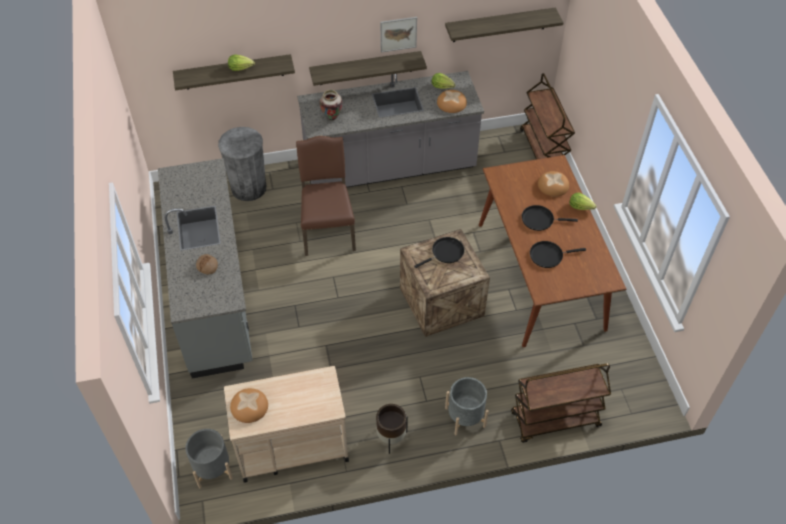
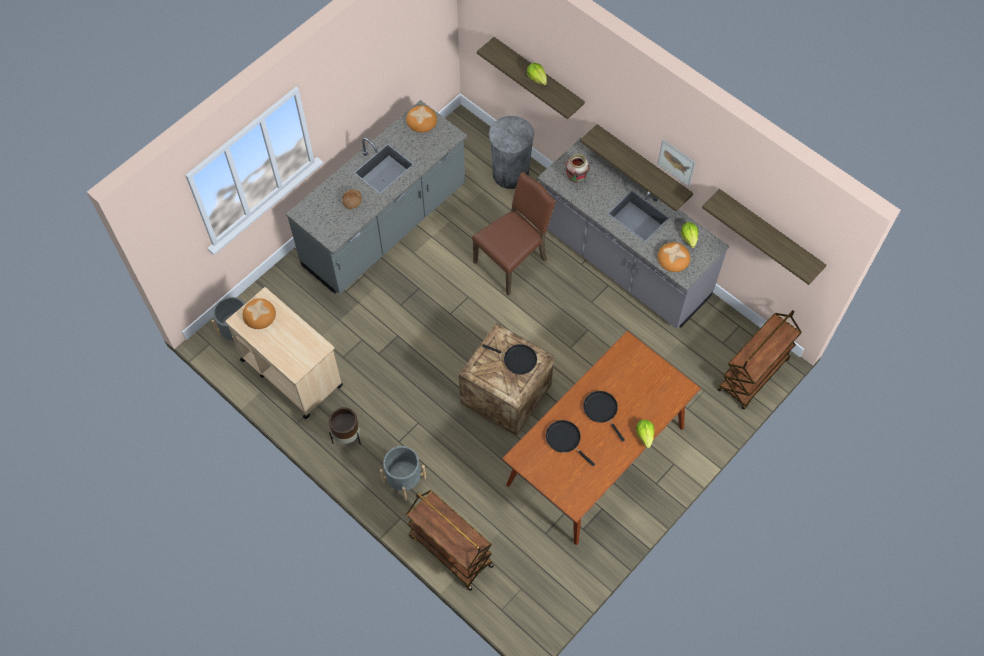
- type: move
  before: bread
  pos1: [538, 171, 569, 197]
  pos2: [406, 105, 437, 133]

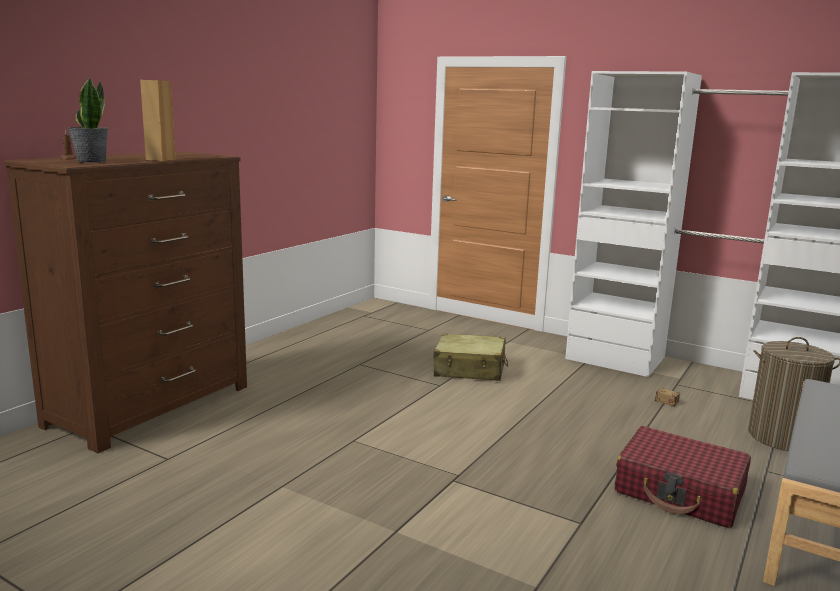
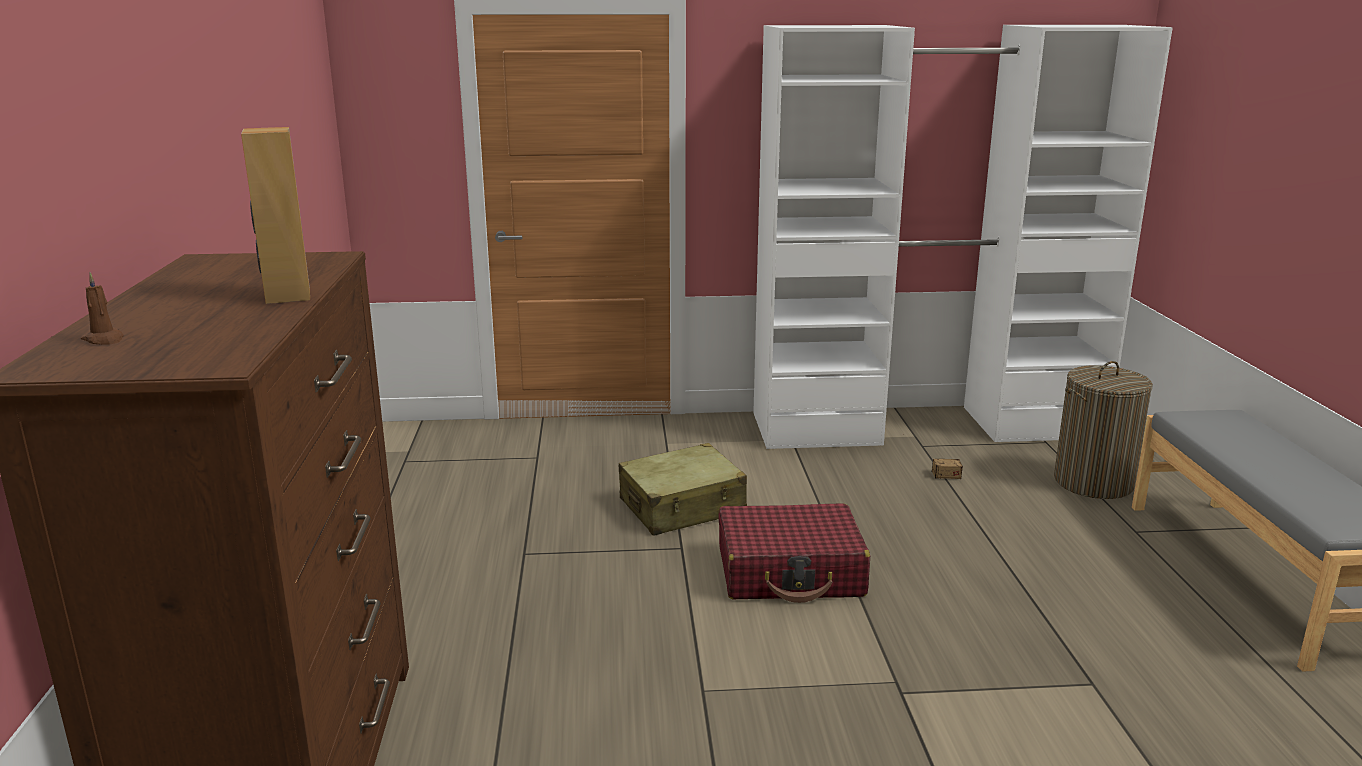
- type: delete
  before: potted plant
  pos1: [69, 77, 109, 163]
- type: move
  before: suitcase (red)
  pos1: [615, 426, 751, 528]
  pos2: [719, 503, 870, 603]

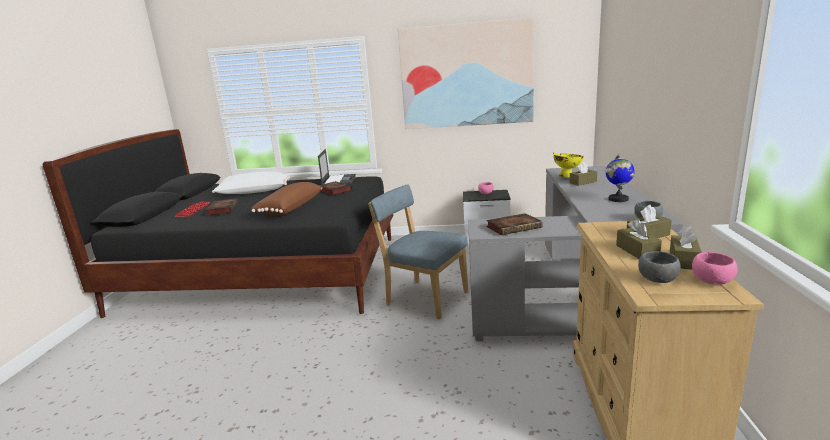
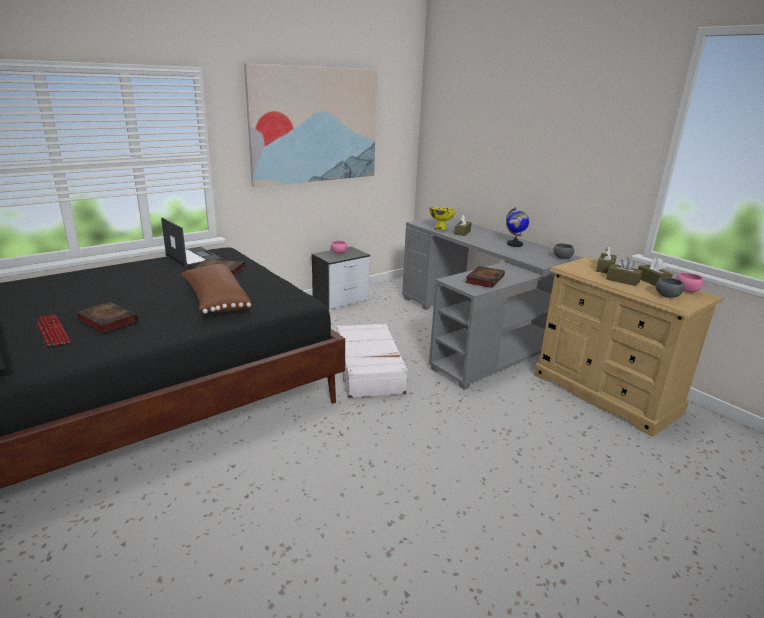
- type: delete
  before: pillow (white)
  pos1: [212, 172, 290, 194]
- type: replace
  before: chair (blue)
  after: suitcase (white)
  pos1: [368, 184, 468, 319]
  pos2: [336, 323, 409, 398]

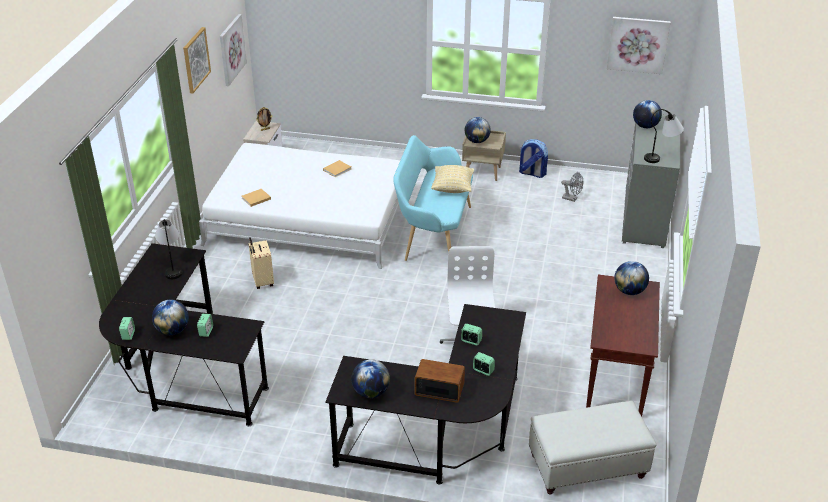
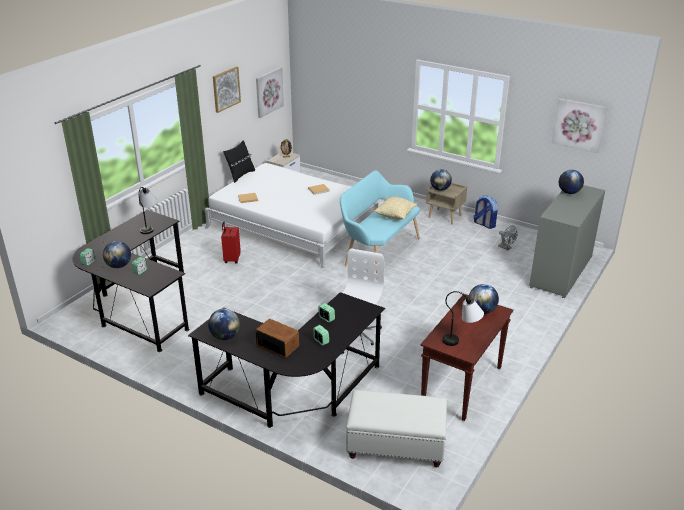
- type: recolor
  before: suitcase (beige)
  after: suitcase (red)
  pos1: [249, 237, 274, 289]
  pos2: [221, 222, 241, 263]
- type: move
  before: table lamp
  pos1: [644, 109, 684, 163]
  pos2: [442, 291, 484, 346]
- type: insert
  after: pillow (black)
  pos2: [223, 140, 255, 183]

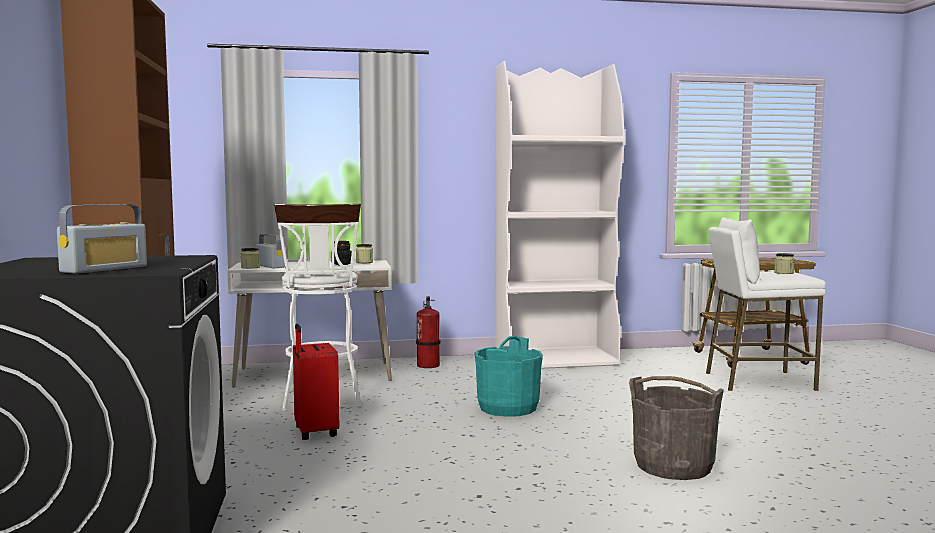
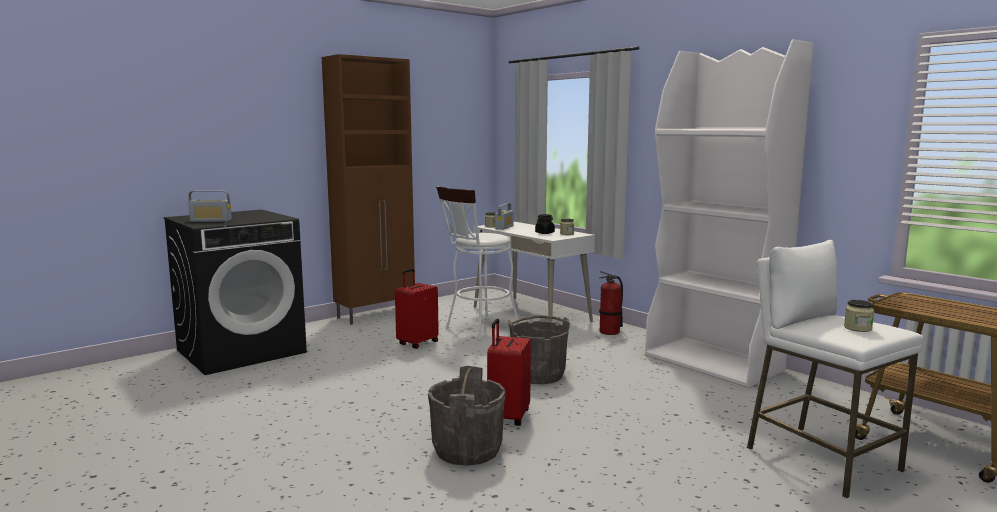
- type: recolor
  before: bucket (turquoise)
  after: bucket (grey)
  pos1: [475, 336, 543, 417]
  pos2: [508, 315, 570, 384]
- type: insert
  after: suitcase (red)
  pos2: [487, 319, 531, 426]

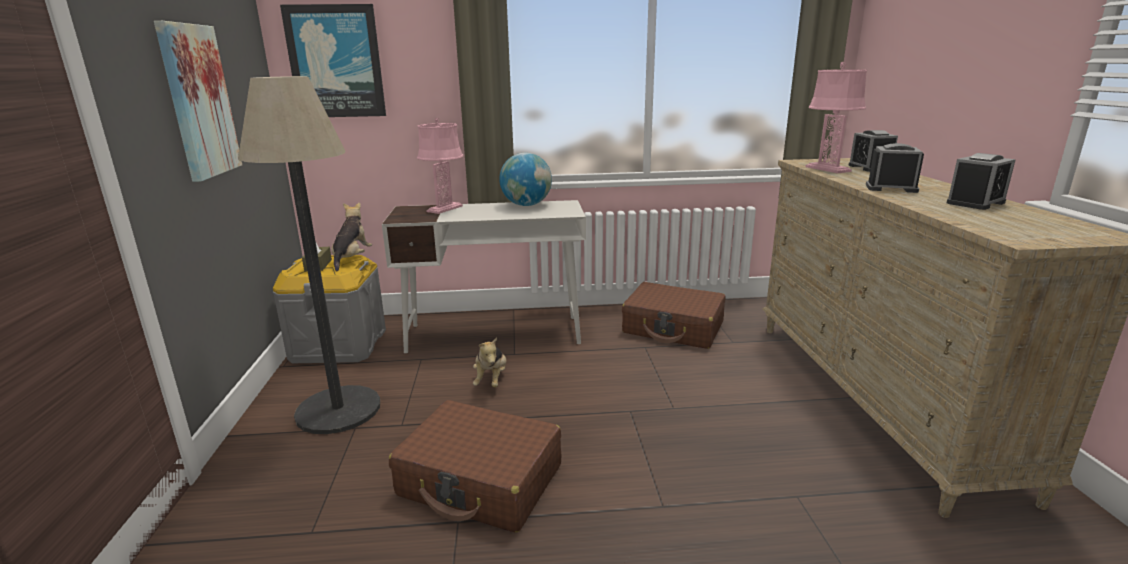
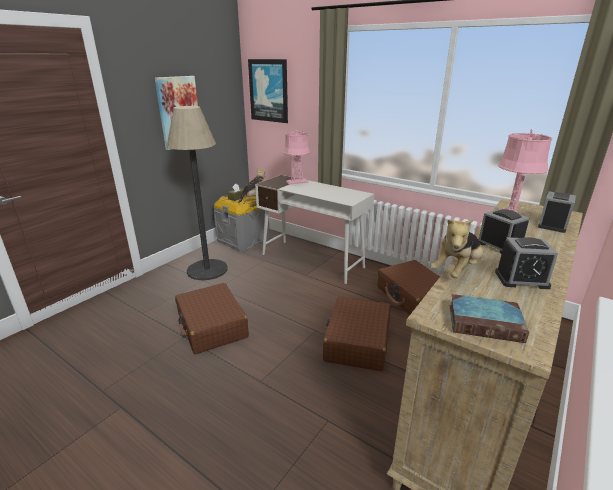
- type: move
  before: plush toy
  pos1: [473, 338, 506, 387]
  pos2: [430, 218, 483, 278]
- type: delete
  before: globe
  pos1: [499, 153, 552, 206]
- type: insert
  after: suitcase (brown)
  pos2: [323, 297, 390, 371]
- type: insert
  after: book
  pos2: [450, 294, 529, 343]

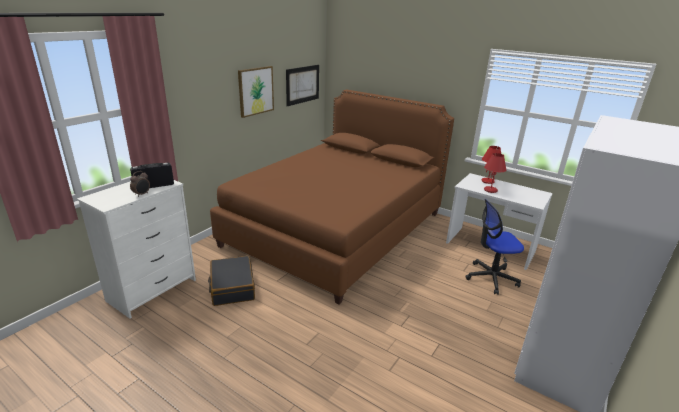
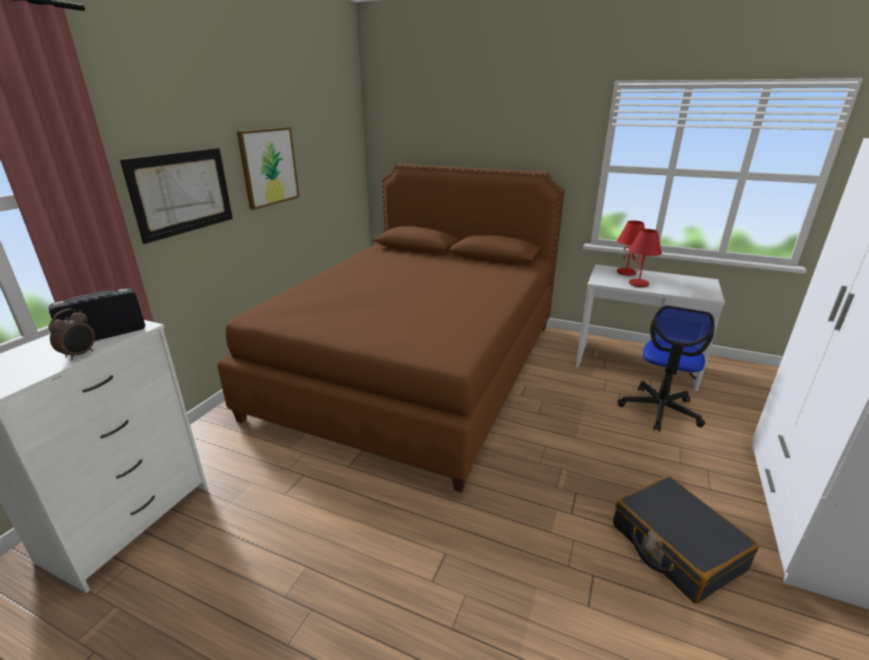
- type: move
  before: suitcase (black)
  pos1: [208, 256, 255, 306]
  pos2: [613, 476, 759, 604]
- type: move
  before: picture
  pos1: [286, 65, 319, 106]
  pos2: [120, 148, 233, 244]
- type: rotate
  before: office chair
  pos1: [465, 199, 524, 295]
  pos2: [617, 305, 714, 432]
  turn: -45

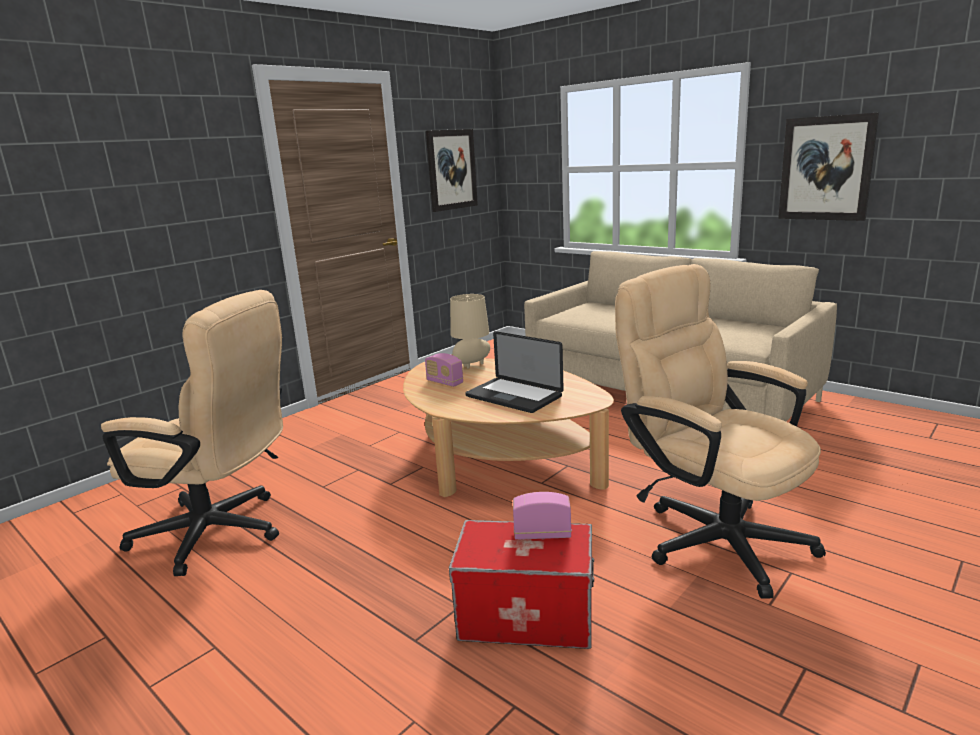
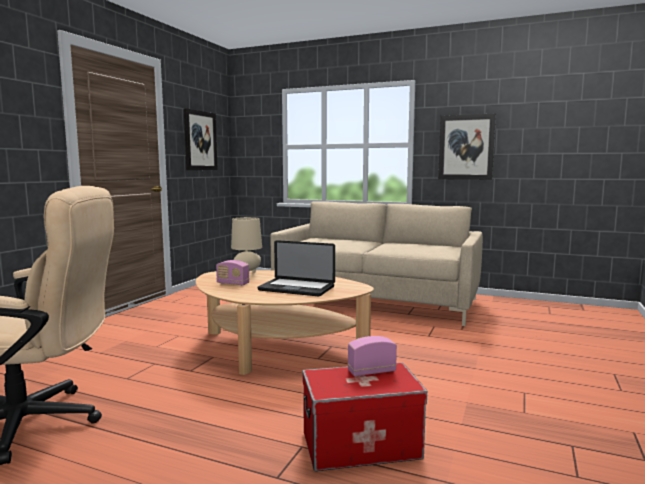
- type: delete
  before: office chair (beige)
  pos1: [615, 264, 826, 599]

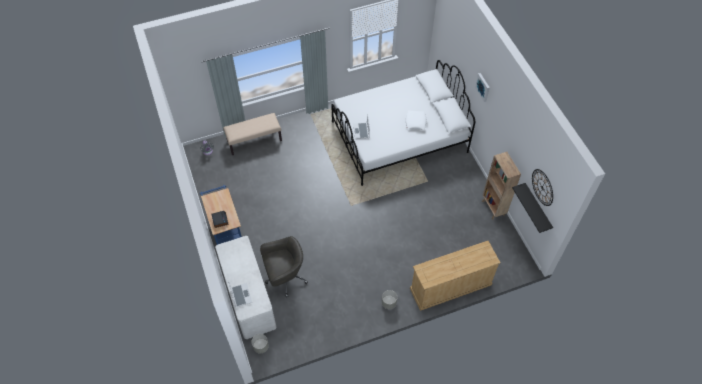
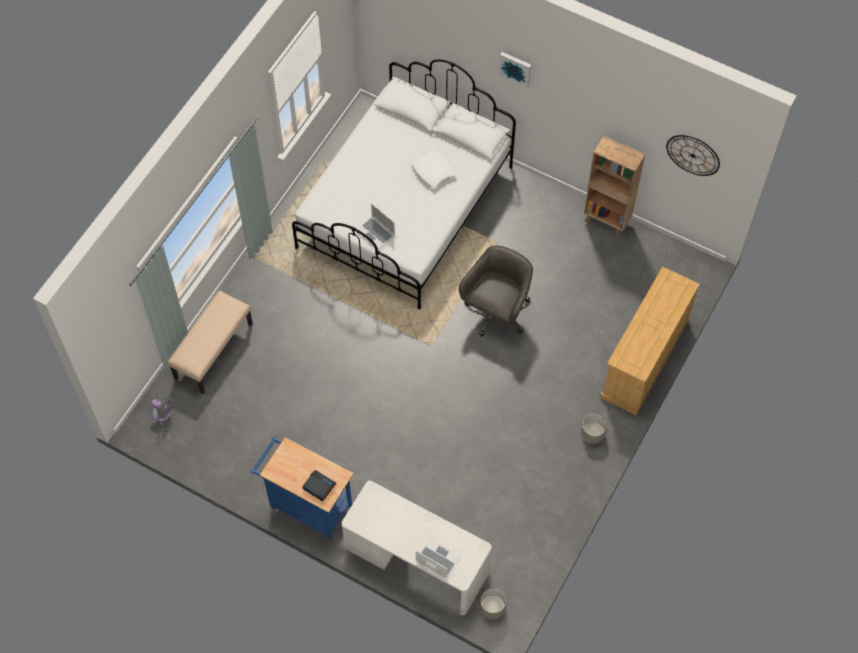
- type: move
  before: office chair (grey)
  pos1: [260, 236, 308, 297]
  pos2: [459, 246, 533, 337]
- type: delete
  before: shelf (black)
  pos1: [512, 183, 553, 233]

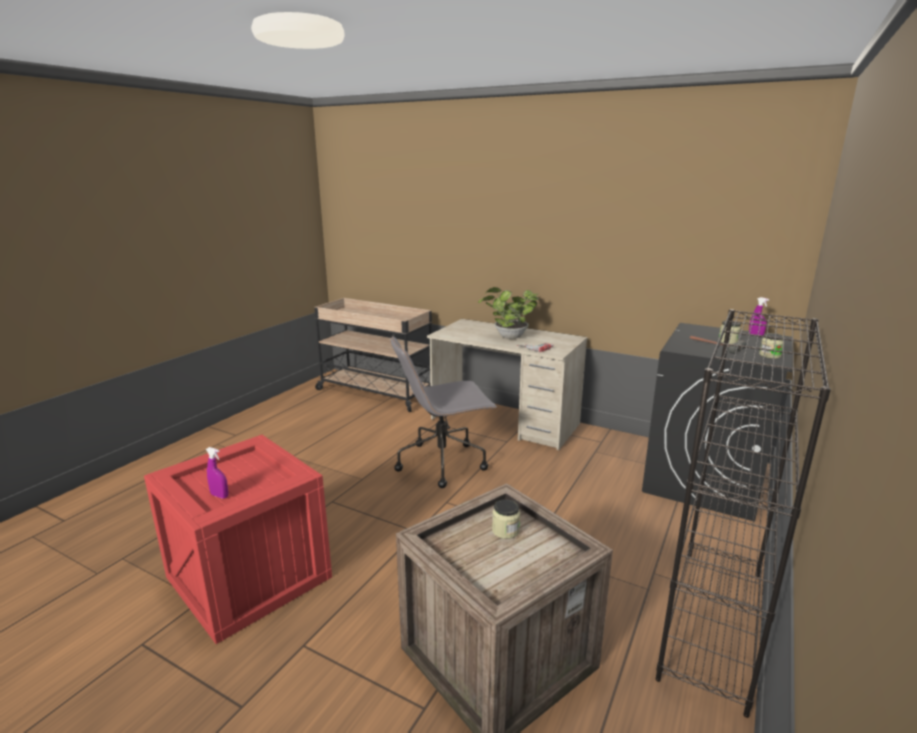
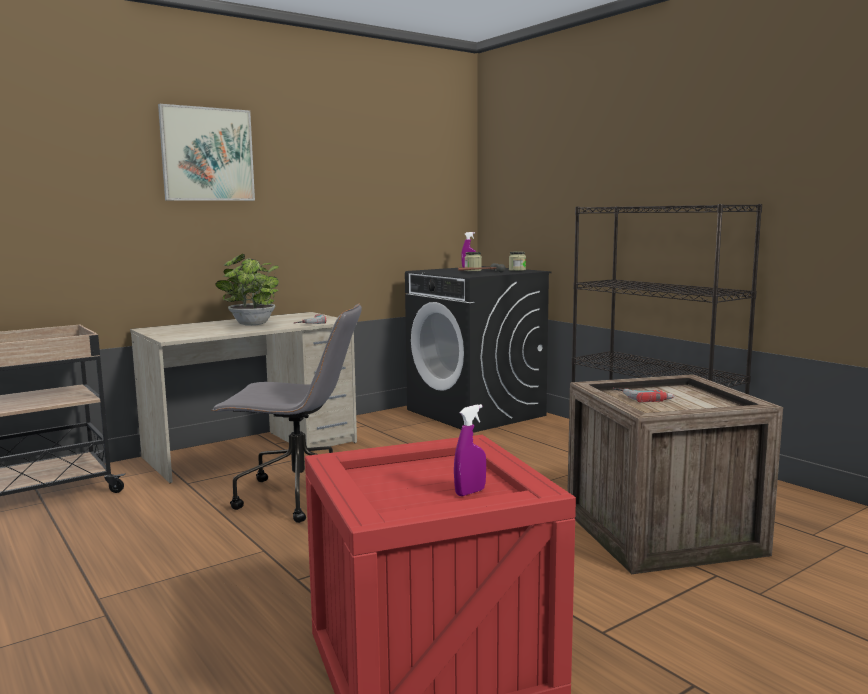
- type: rotate
  before: office chair (grey)
  pos1: [391, 336, 497, 488]
  pos2: [211, 303, 362, 523]
  turn: -90
- type: replace
  before: jar
  after: power drill
  pos1: [492, 499, 520, 539]
  pos2: [613, 388, 675, 402]
- type: insert
  after: picture
  pos2: [158, 104, 255, 201]

